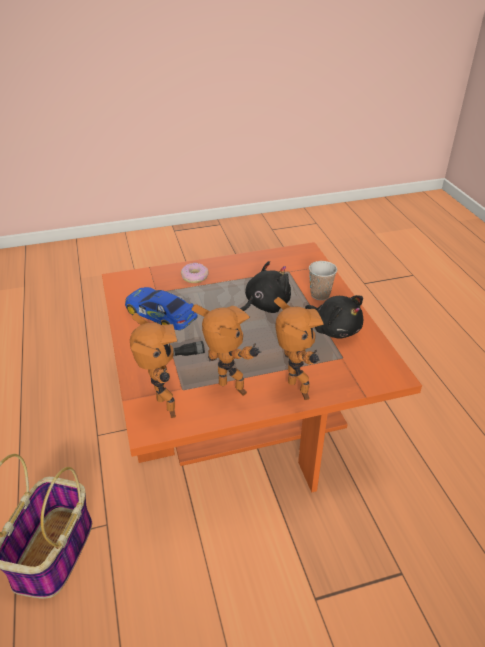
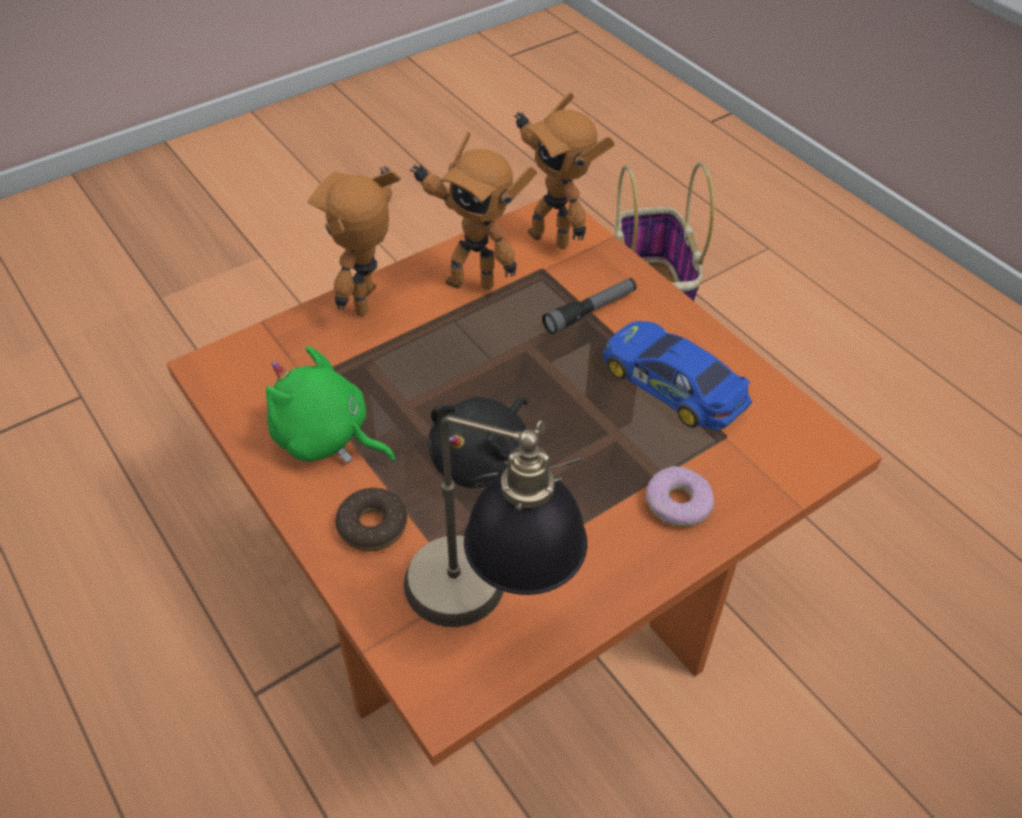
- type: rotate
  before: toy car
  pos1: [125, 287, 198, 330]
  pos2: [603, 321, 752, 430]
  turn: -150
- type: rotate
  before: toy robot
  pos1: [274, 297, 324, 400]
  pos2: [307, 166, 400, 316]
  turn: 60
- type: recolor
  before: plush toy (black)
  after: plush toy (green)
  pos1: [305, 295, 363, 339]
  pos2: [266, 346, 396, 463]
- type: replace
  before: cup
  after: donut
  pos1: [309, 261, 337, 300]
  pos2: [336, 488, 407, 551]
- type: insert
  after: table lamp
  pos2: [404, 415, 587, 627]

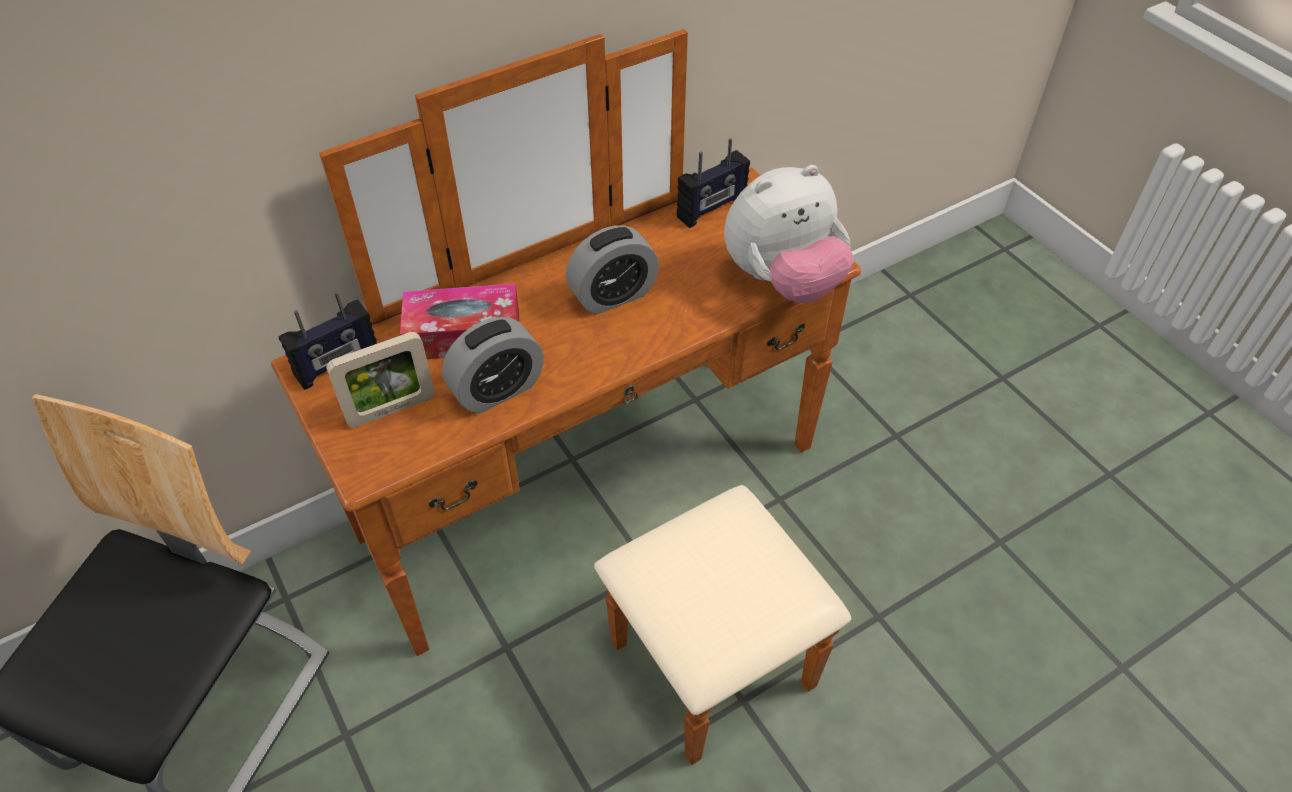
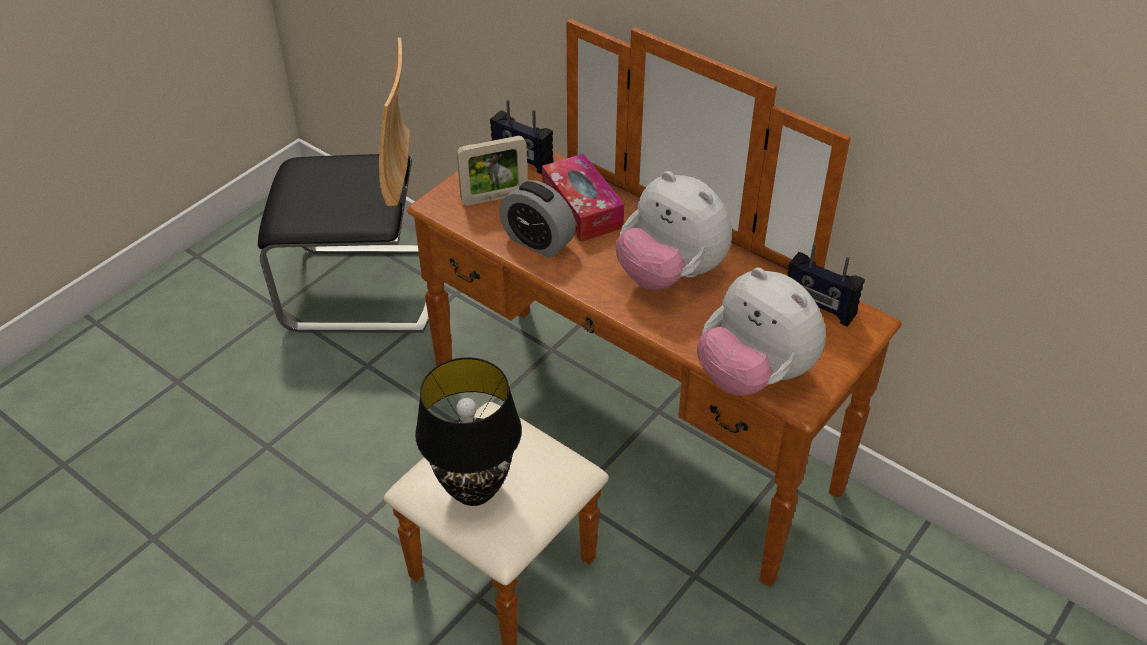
- type: rotate
  before: picture frame
  pos1: [326, 332, 435, 427]
  pos2: [457, 136, 528, 206]
  turn: -60
- type: replace
  before: alarm clock
  after: plush toy
  pos1: [566, 225, 659, 315]
  pos2: [616, 171, 732, 290]
- type: insert
  after: table lamp (black)
  pos2: [415, 357, 522, 506]

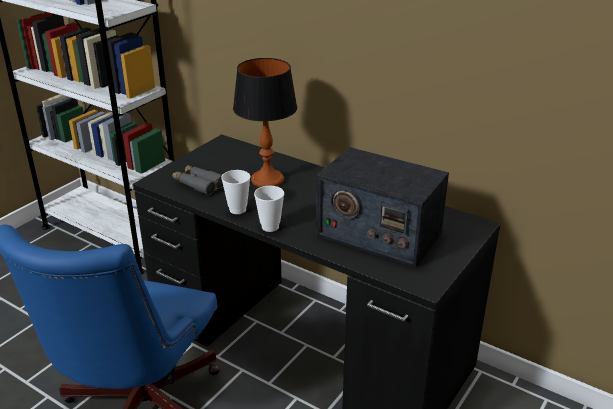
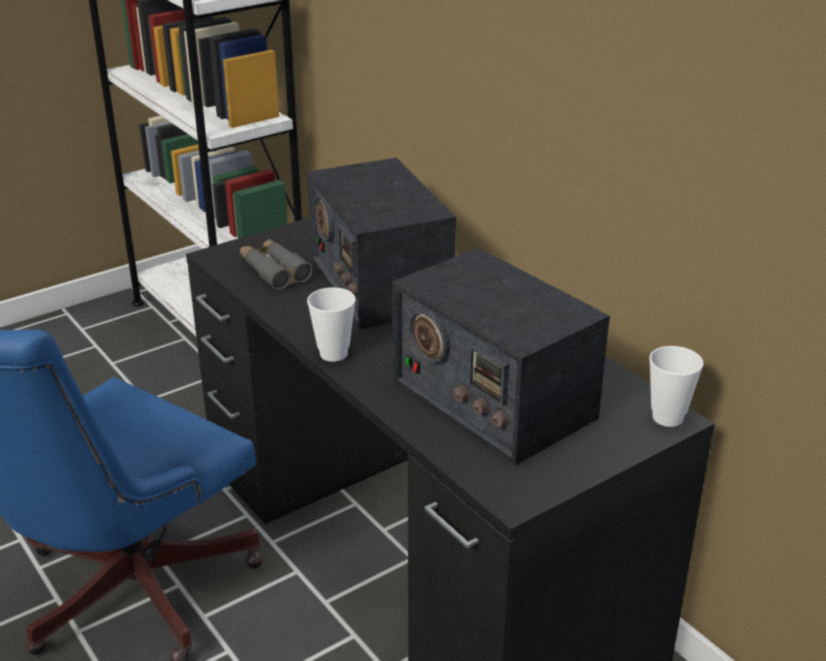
- type: move
  before: cup
  pos1: [221, 170, 250, 214]
  pos2: [649, 346, 704, 427]
- type: replace
  before: table lamp
  after: radio
  pos1: [233, 58, 297, 188]
  pos2: [307, 158, 456, 330]

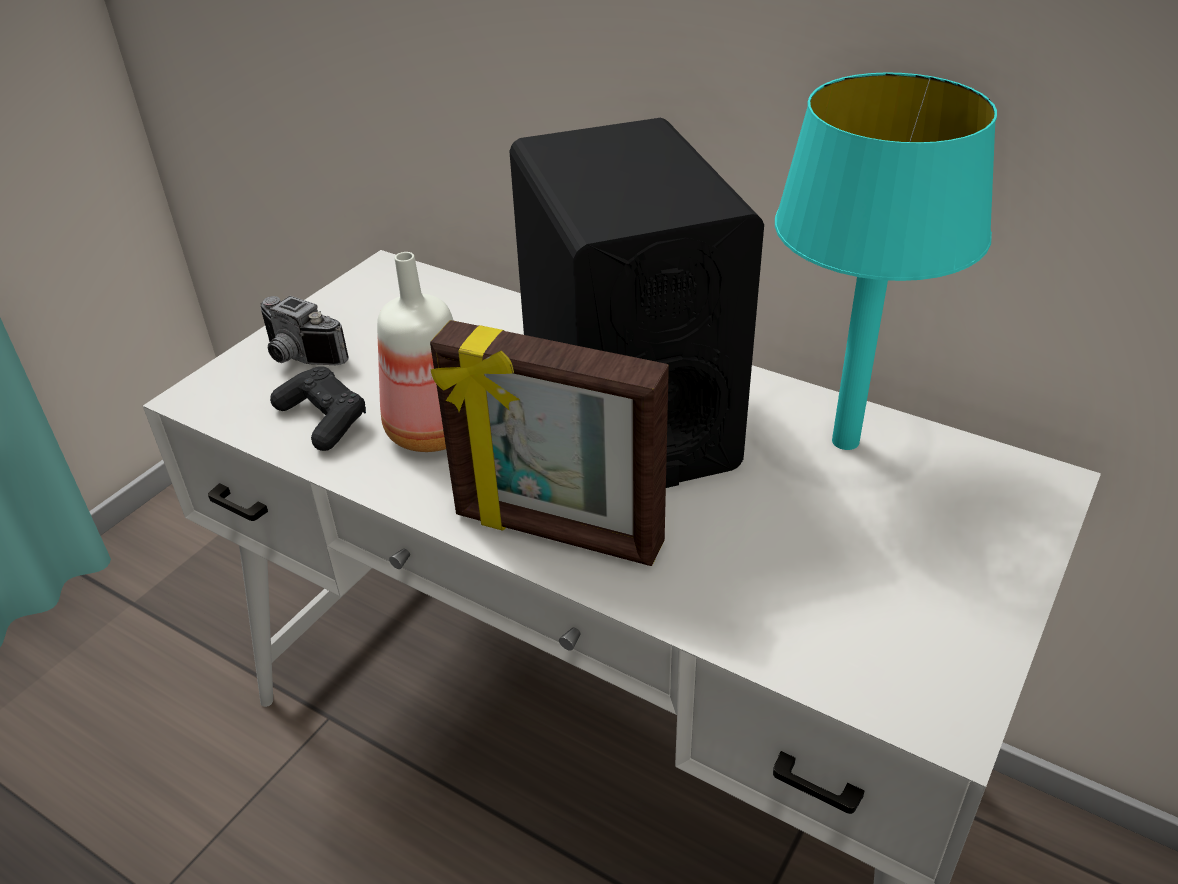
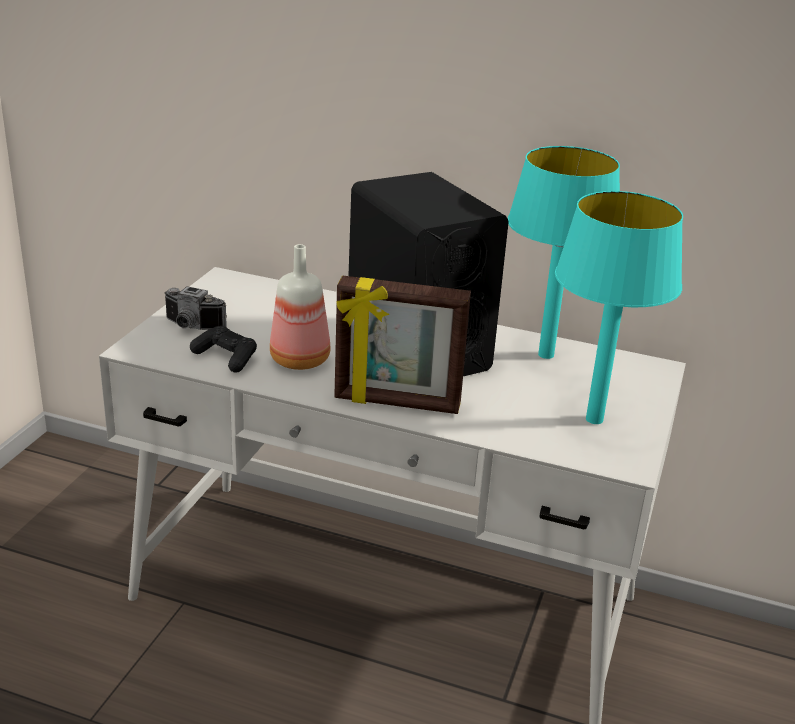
- type: insert
  after: table lamp (turquoise)
  pos2: [555, 191, 683, 424]

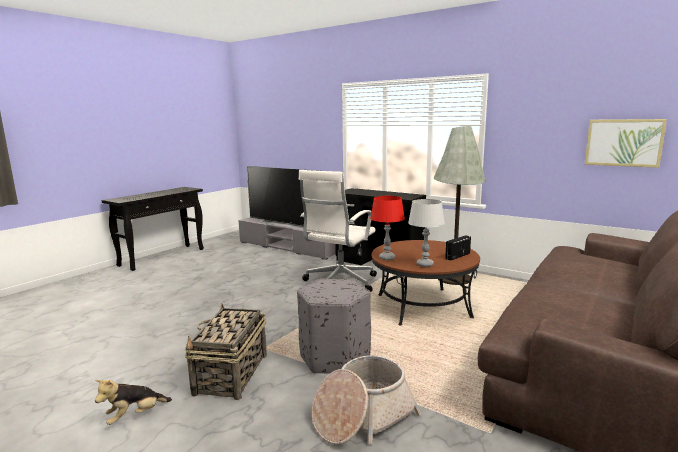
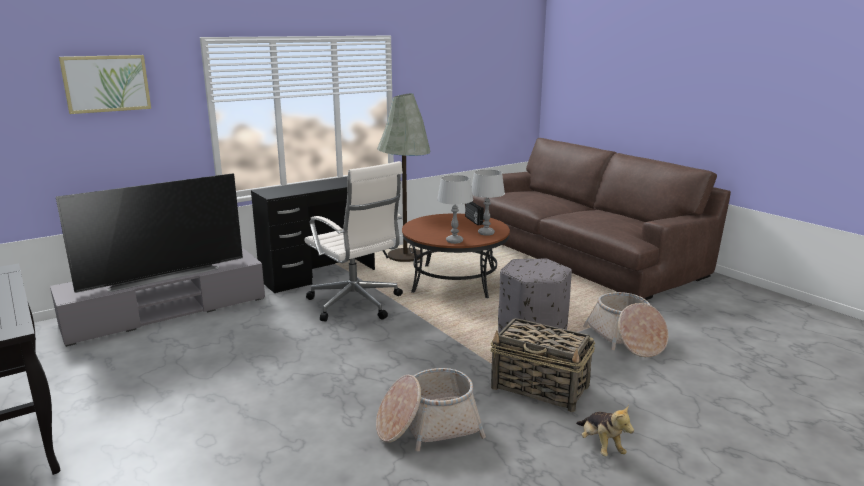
- type: recolor
  before: table lamp (red)
  after: table lamp (grey)
  pos1: [370, 196, 405, 260]
  pos2: [437, 175, 473, 244]
- type: move
  before: picture
  pos1: [585, 119, 667, 168]
  pos2: [59, 55, 151, 114]
- type: insert
  after: basket
  pos2: [376, 368, 486, 451]

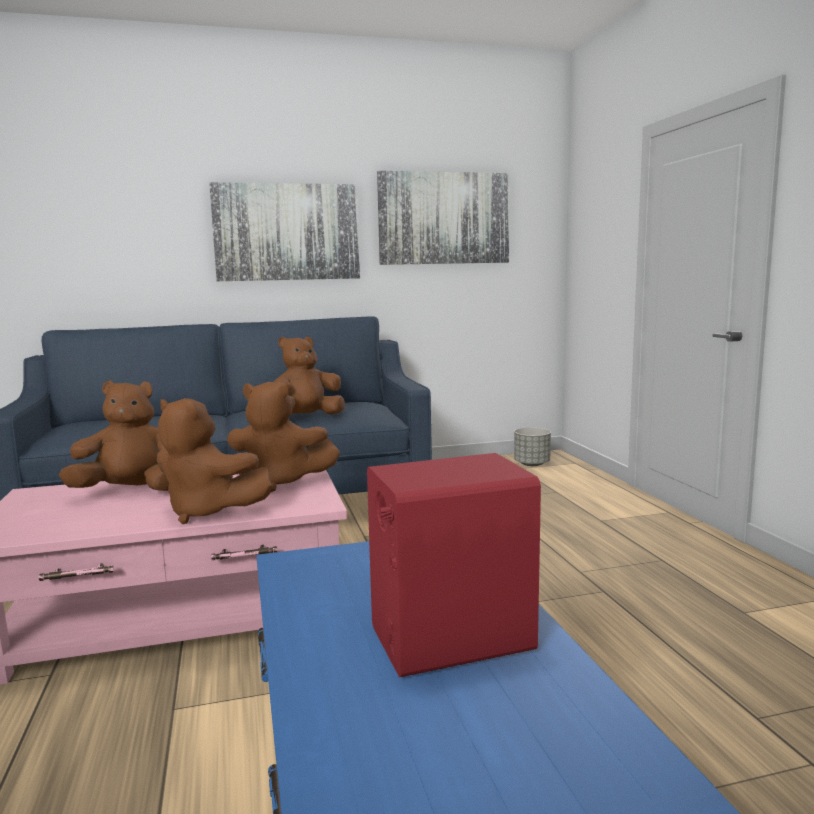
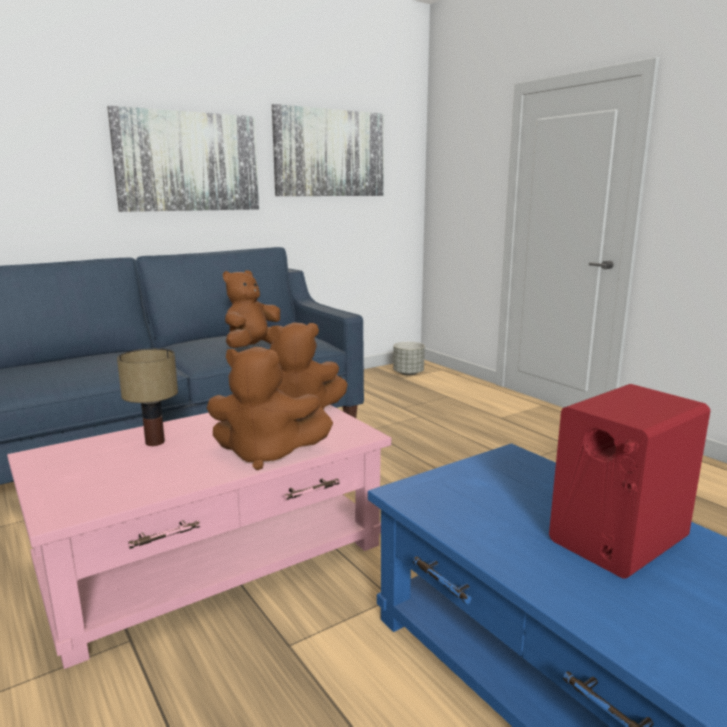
- type: replace
  before: plush toy (brown)
  after: table lamp
  pos1: [59, 380, 169, 491]
  pos2: [117, 348, 178, 446]

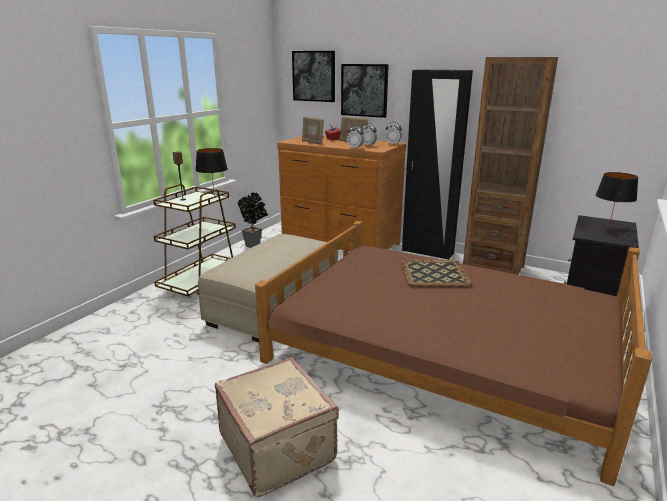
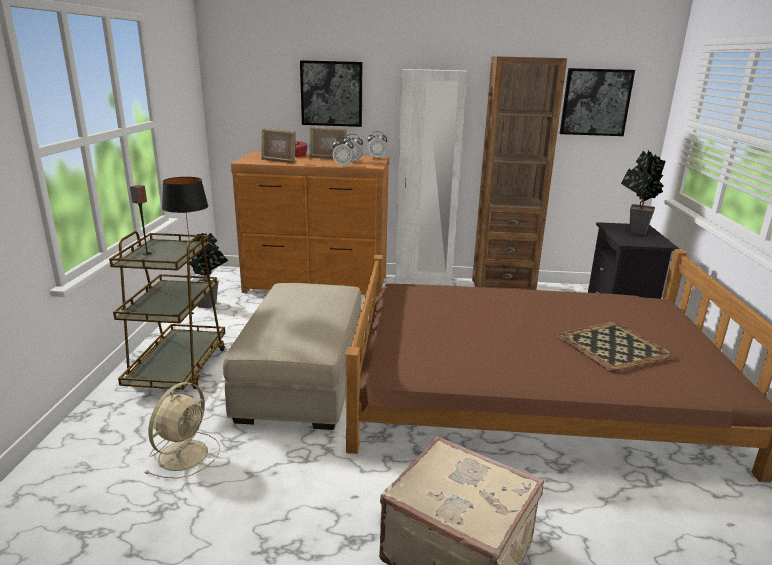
- type: move
  before: picture
  pos1: [292, 51, 335, 102]
  pos2: [560, 68, 635, 136]
- type: move
  before: tray
  pos1: [401, 260, 472, 287]
  pos2: [558, 322, 674, 373]
- type: recolor
  before: wardrobe (black)
  after: wardrobe (white)
  pos1: [402, 69, 473, 260]
  pos2: [395, 69, 467, 286]
- type: replace
  before: table lamp (black)
  after: potted plant
  pos1: [596, 172, 638, 226]
  pos2: [621, 150, 666, 235]
- type: insert
  after: fan (beige)
  pos2: [145, 382, 220, 478]

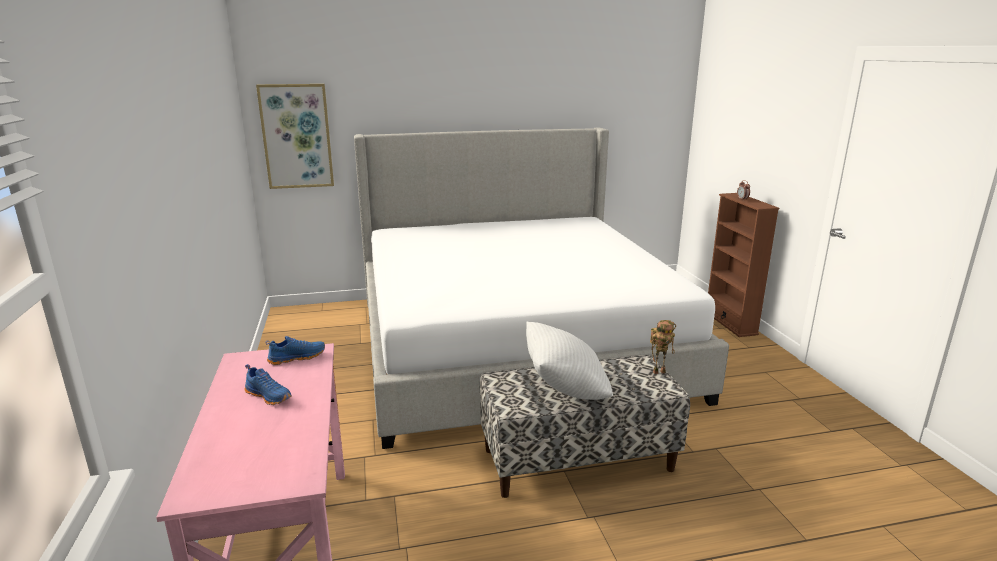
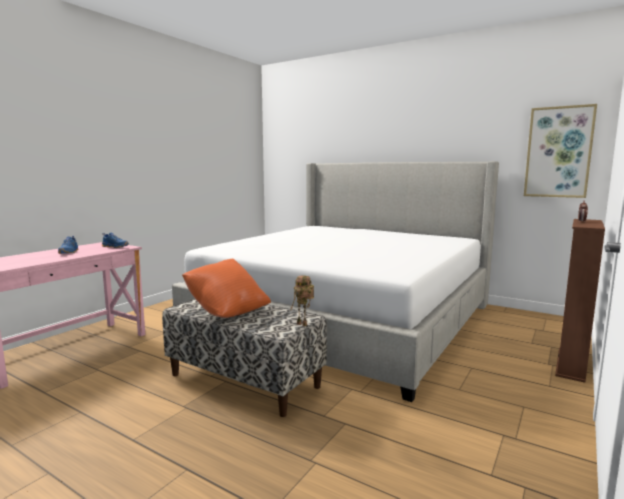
- type: move
  before: picture
  pos1: [256, 84, 334, 189]
  pos2: [524, 104, 597, 198]
- type: recolor
  before: pillow (white)
  after: pillow (orange)
  pos1: [526, 321, 613, 400]
  pos2: [182, 259, 271, 318]

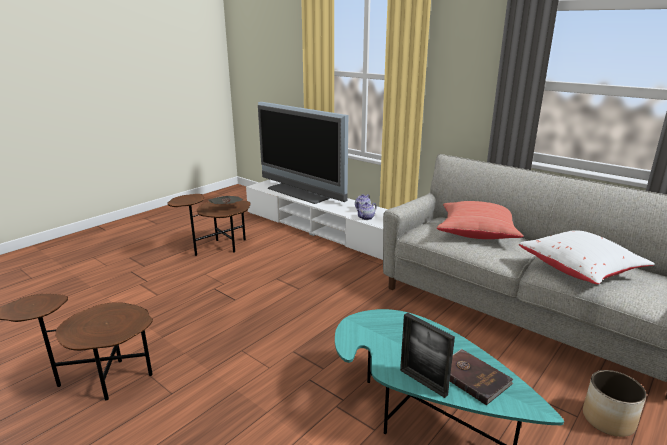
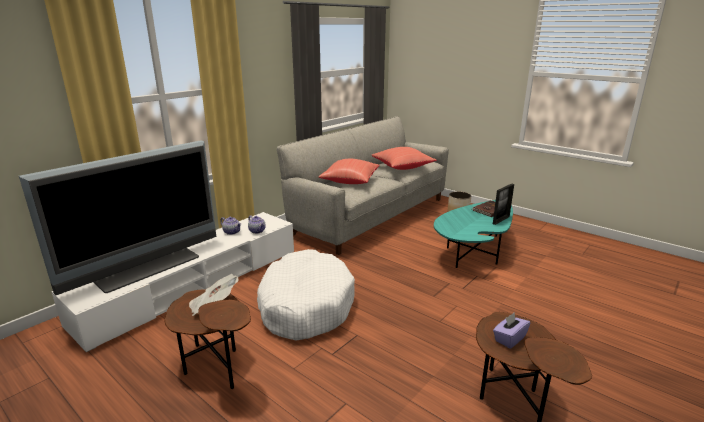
- type: recolor
  before: pillow (white)
  after: pillow (red)
  pos1: [519, 230, 655, 284]
  pos2: [372, 147, 436, 170]
- type: insert
  after: dog bed (white)
  pos2: [257, 249, 355, 341]
- type: insert
  after: tissue box (purple)
  pos2: [493, 312, 531, 349]

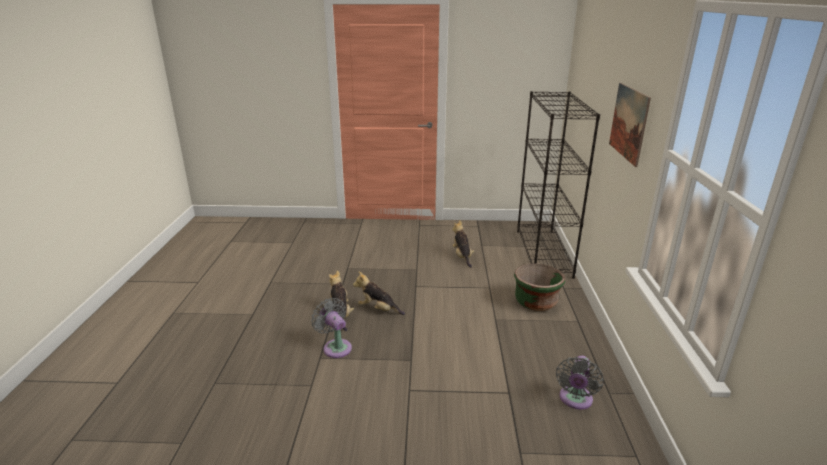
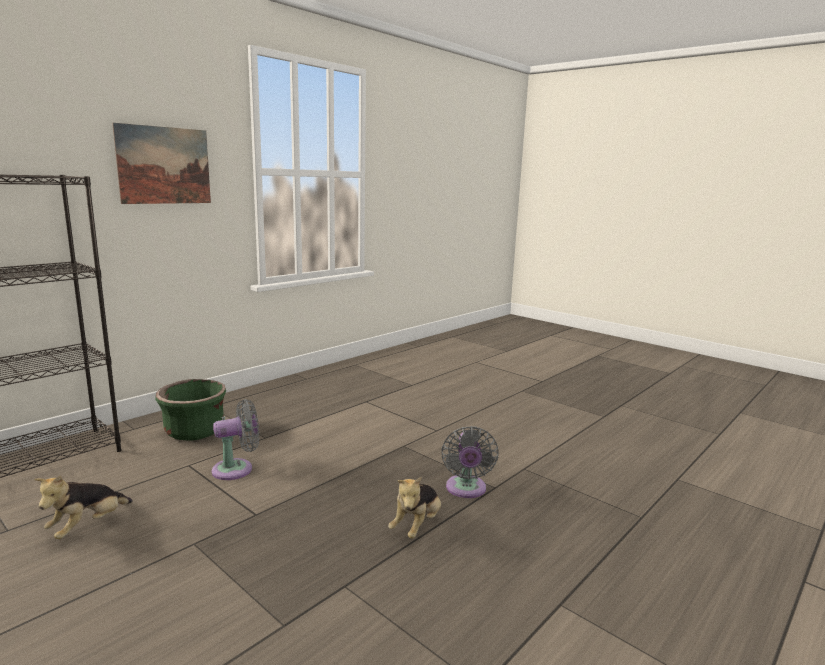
- type: delete
  before: plush toy
  pos1: [353, 271, 405, 315]
- type: move
  before: fan (grey)
  pos1: [556, 356, 604, 409]
  pos2: [212, 399, 259, 480]

